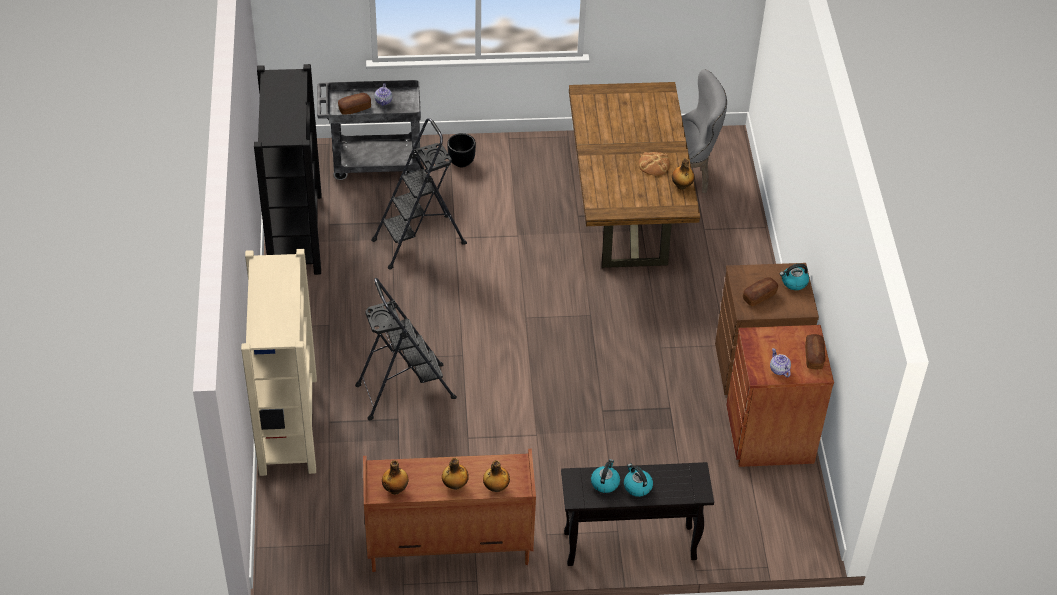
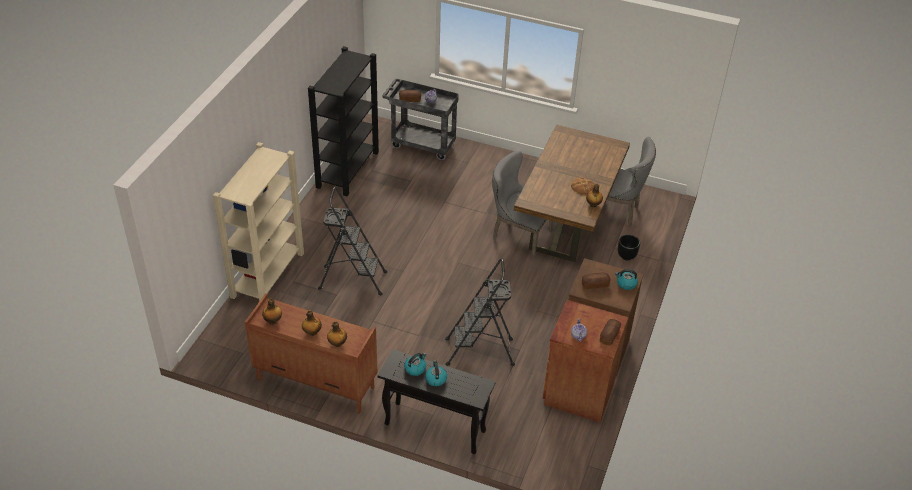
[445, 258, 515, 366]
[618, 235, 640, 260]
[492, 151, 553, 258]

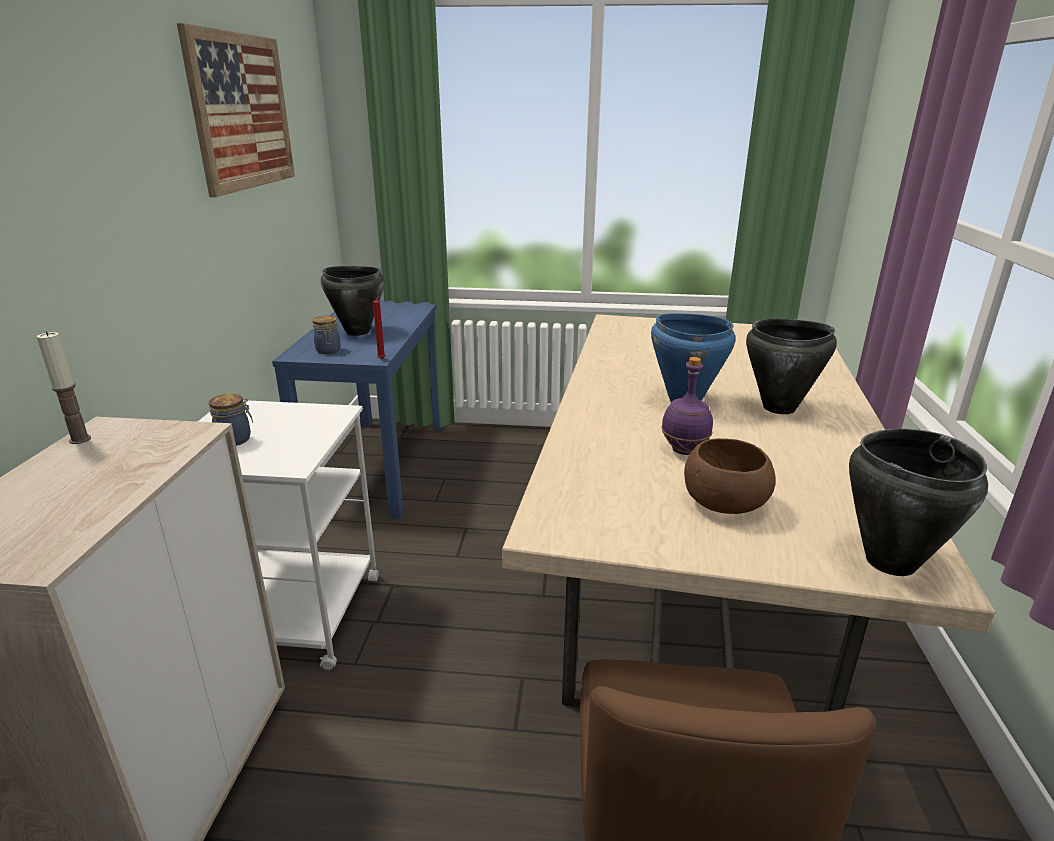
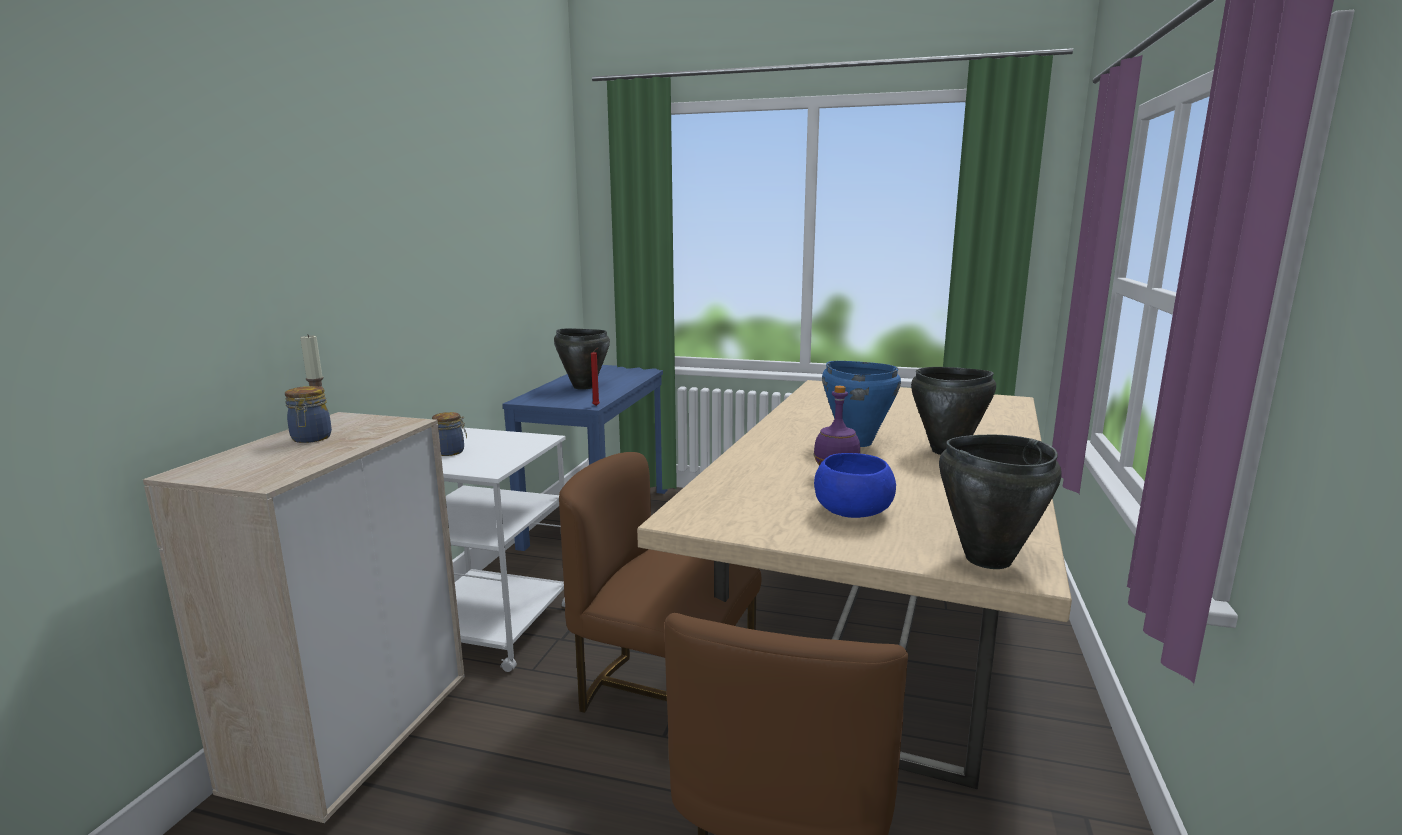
[177, 23, 295, 197] (first image)
[285, 386, 332, 443]
[814, 453, 896, 518]
[559, 452, 761, 713]

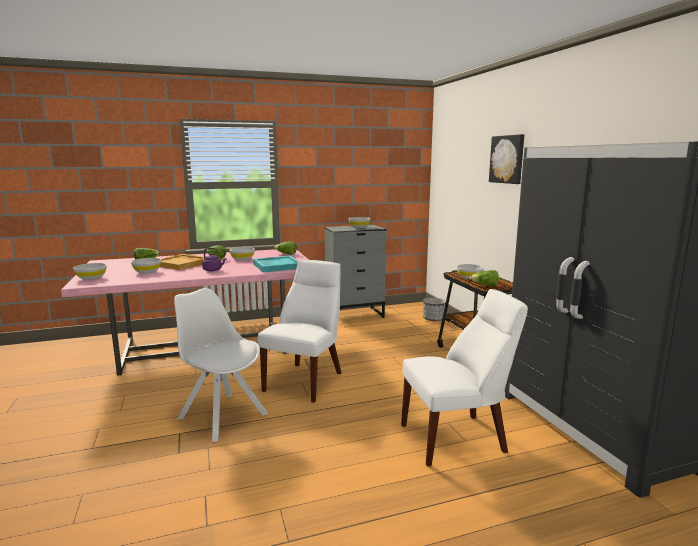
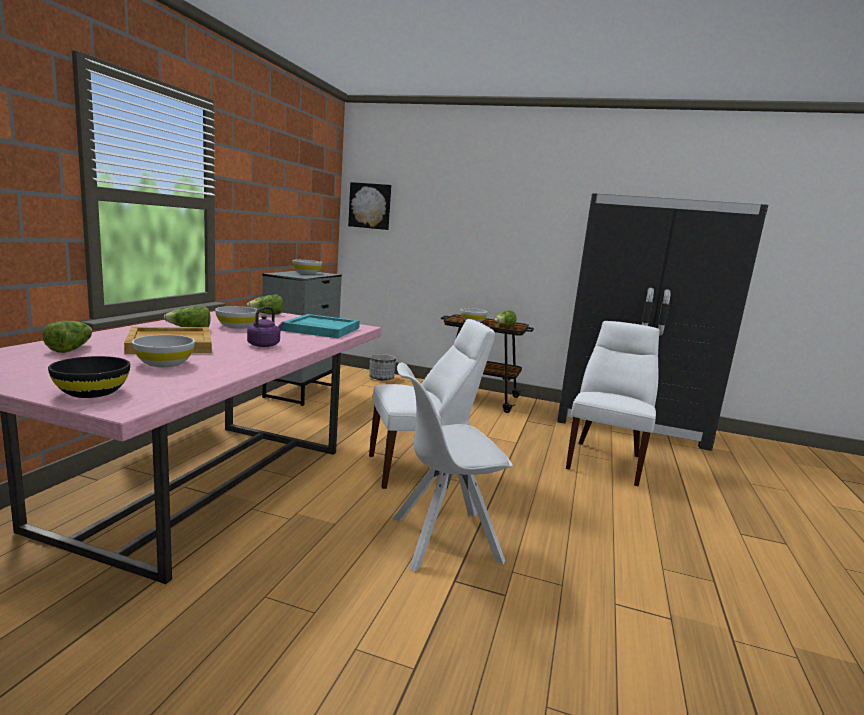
[48, 356, 130, 398]
[369, 319, 495, 489]
[348, 182, 391, 230]

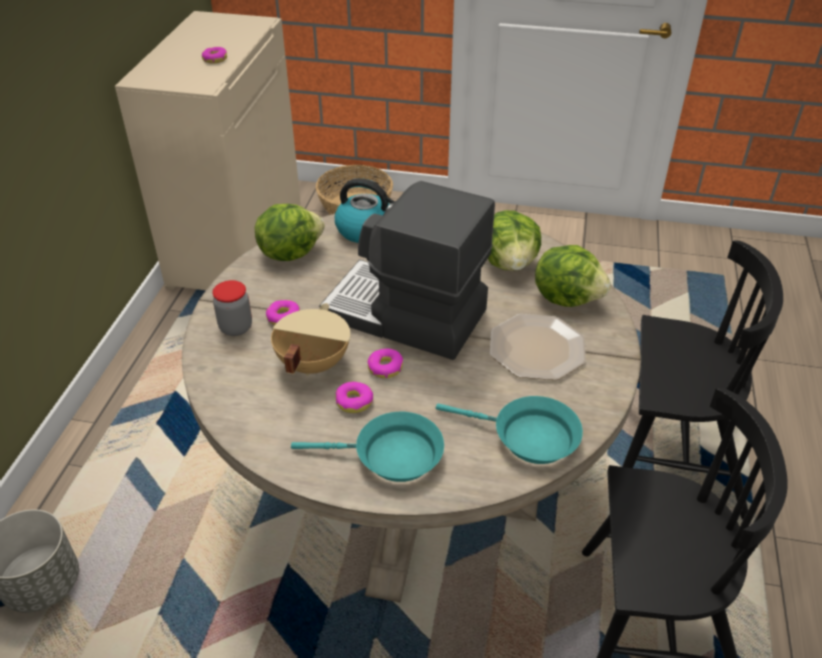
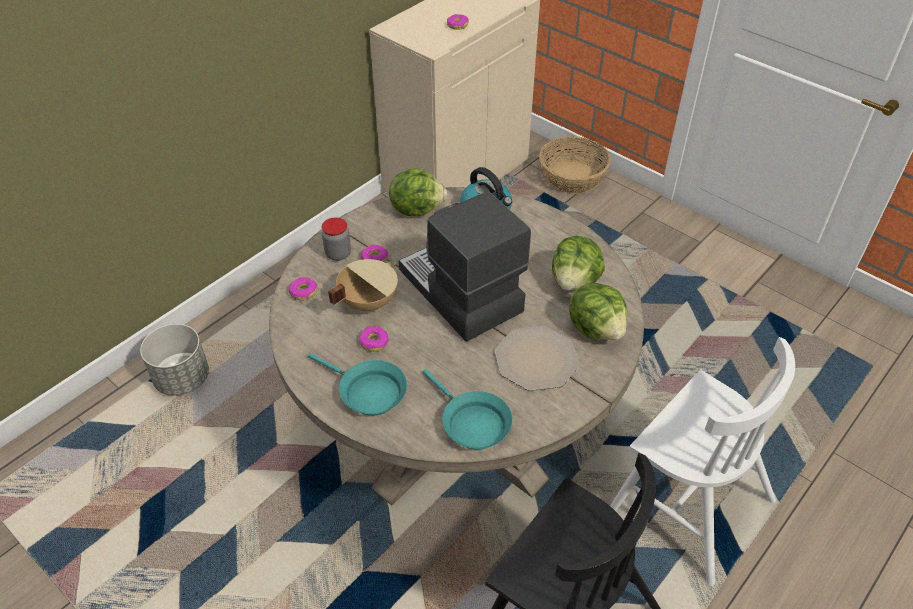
[289, 277, 317, 300]
[610, 337, 795, 586]

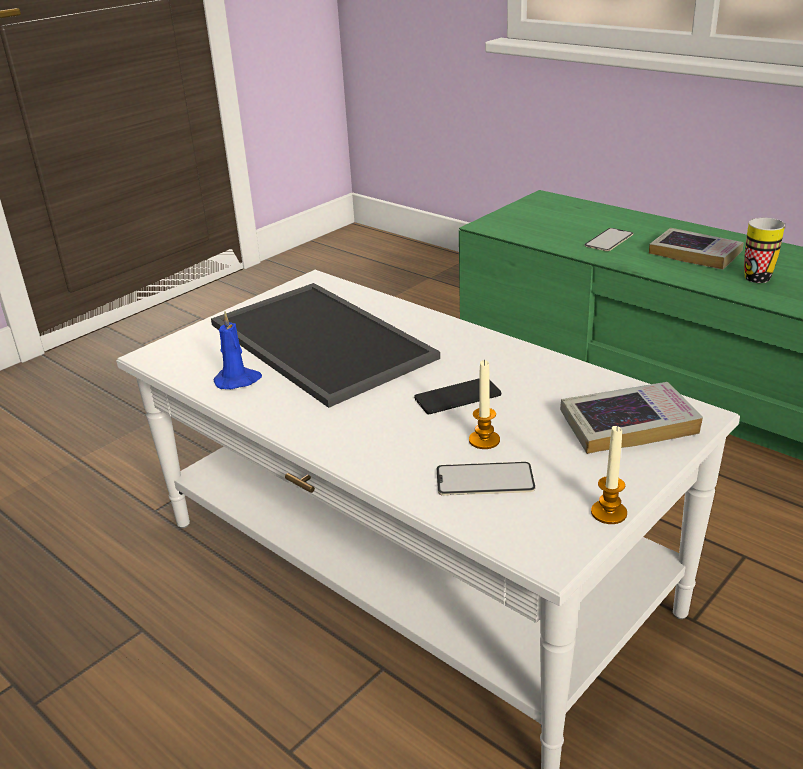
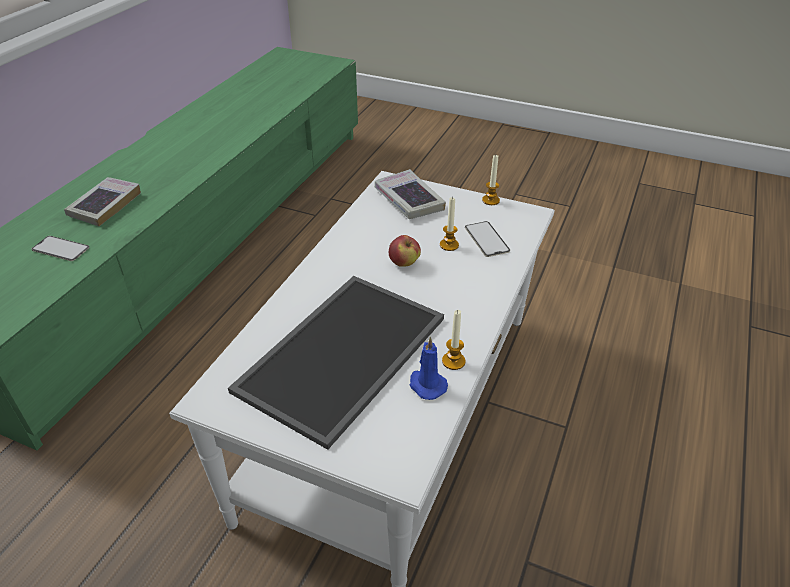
[389, 235, 421, 266]
[744, 218, 785, 283] (first image)
[442, 310, 465, 370]

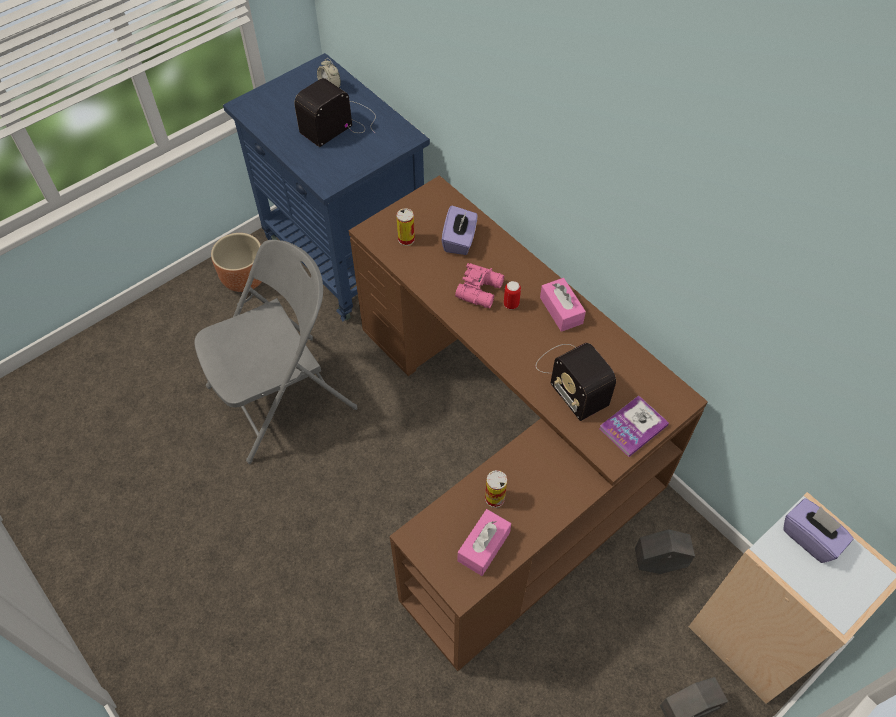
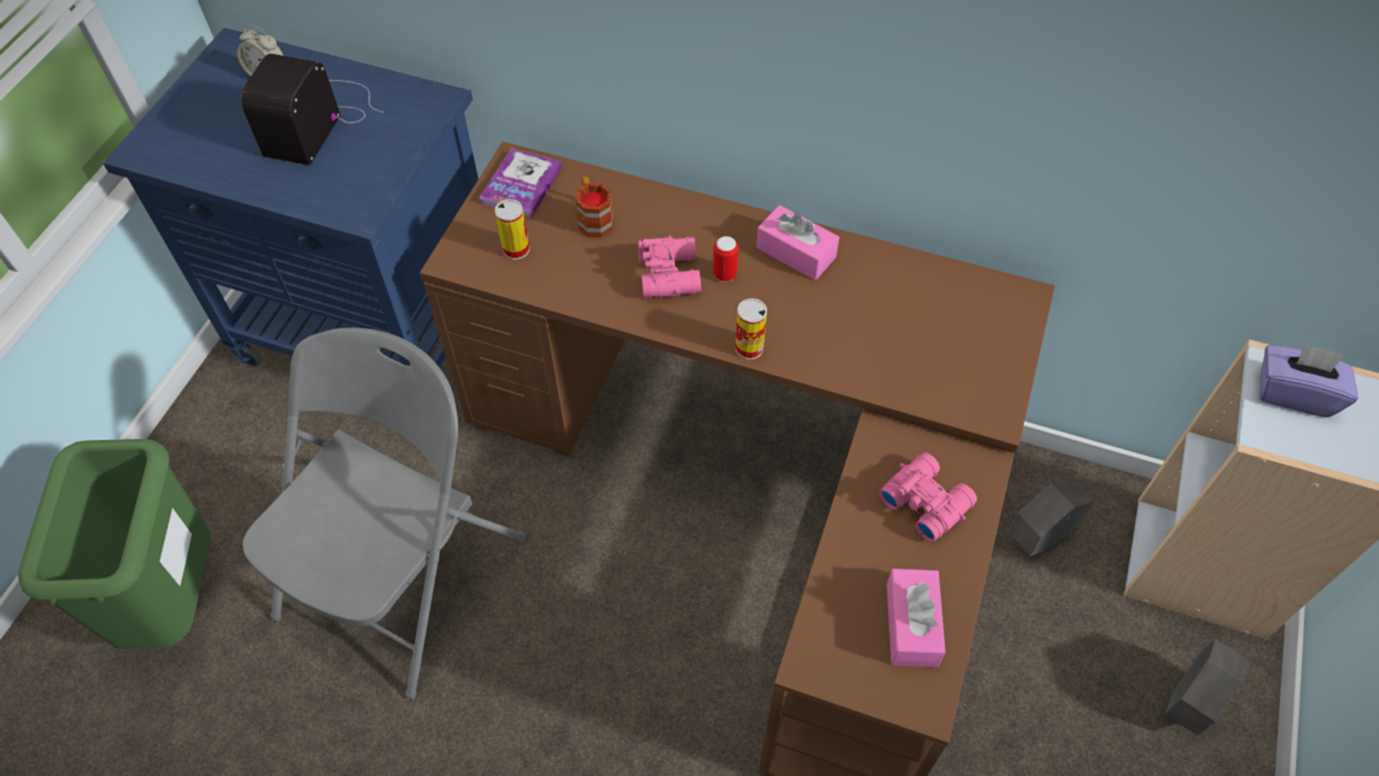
[211, 233, 262, 292] (first image)
[575, 176, 614, 238]
[735, 298, 767, 360]
[536, 343, 616, 421] (first image)
[479, 148, 562, 218]
[18, 439, 210, 649]
[879, 453, 977, 542]

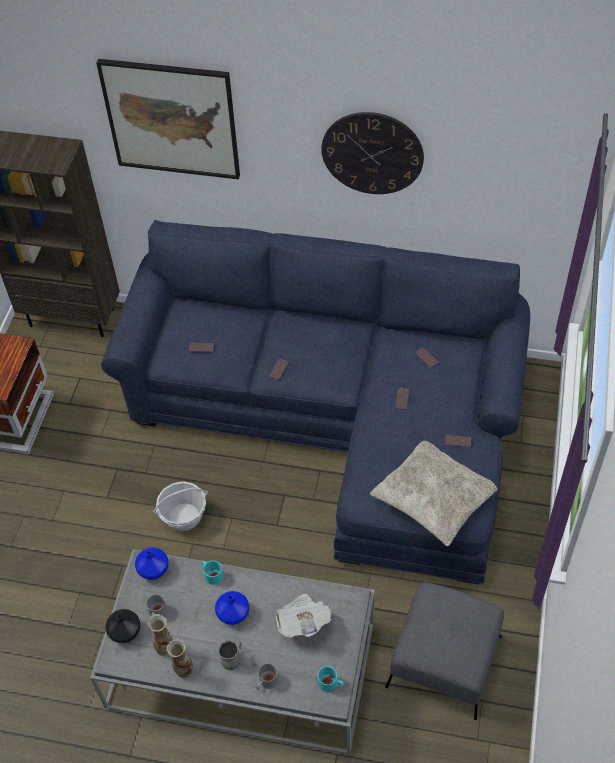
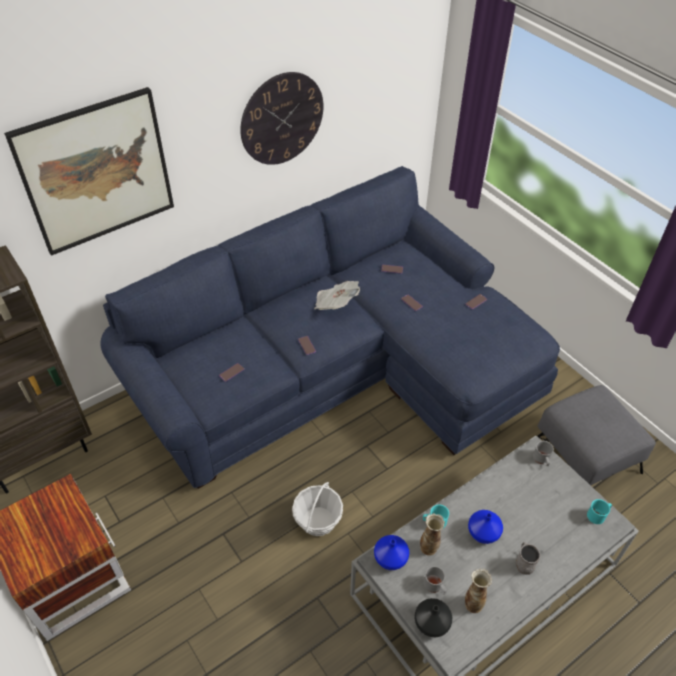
[420, 513, 445, 556]
[533, 441, 554, 466]
[314, 281, 360, 310]
[370, 441, 498, 547] (first image)

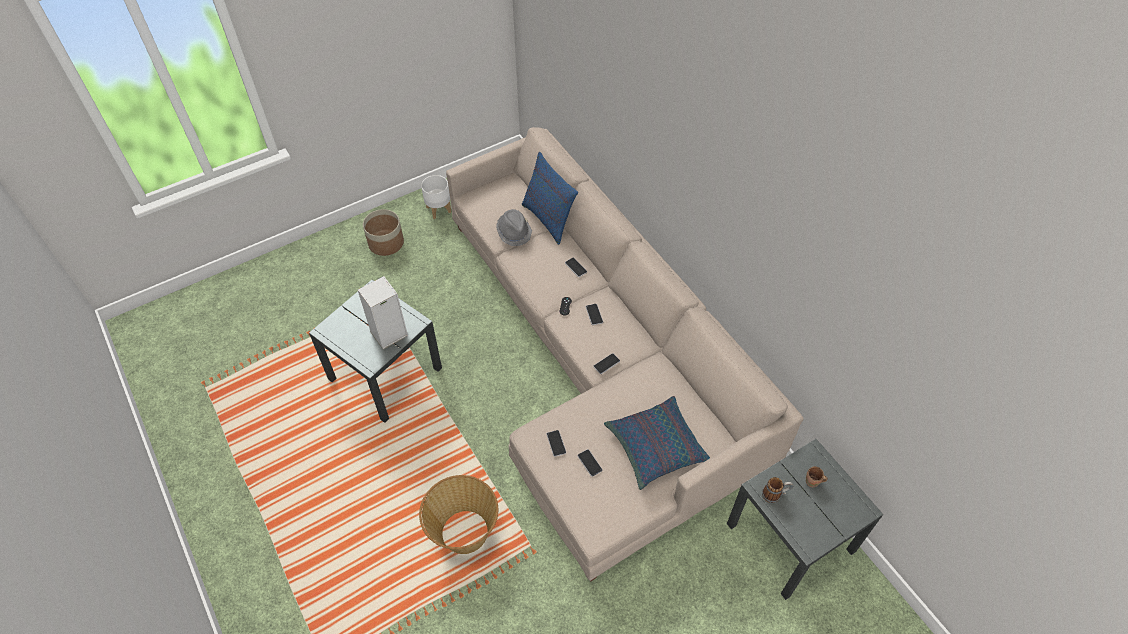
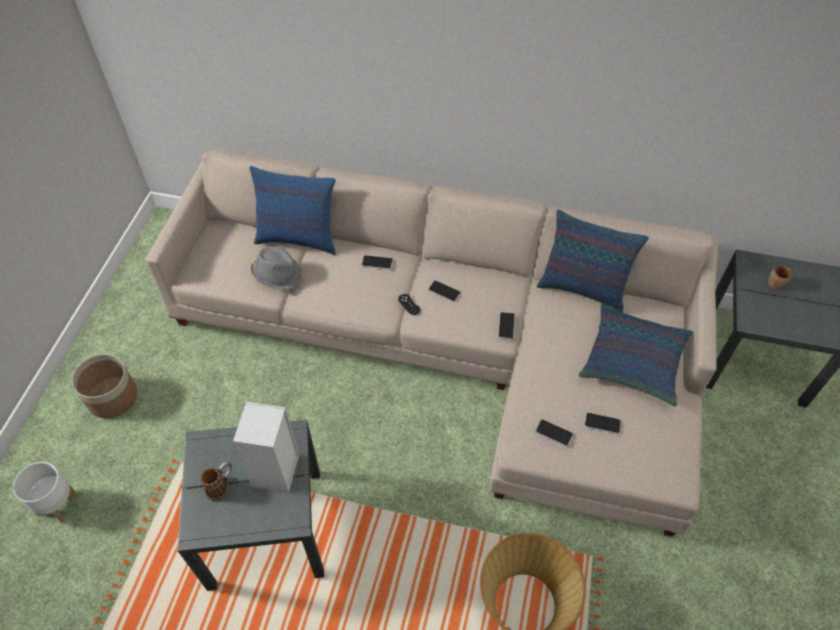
[13, 462, 79, 523]
[200, 461, 232, 501]
[537, 210, 649, 313]

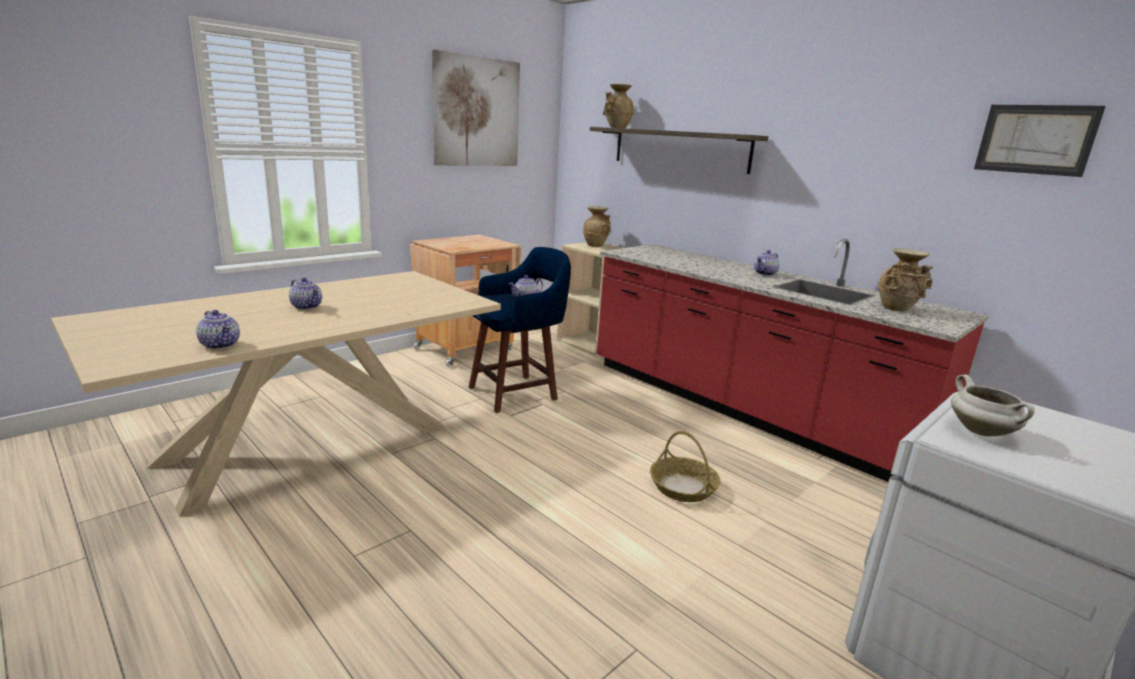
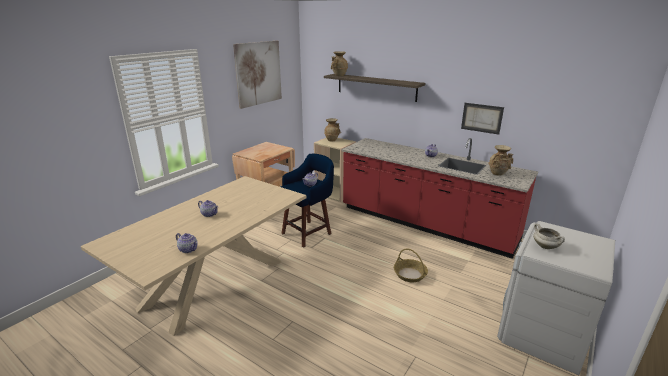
[461, 103, 504, 135]

